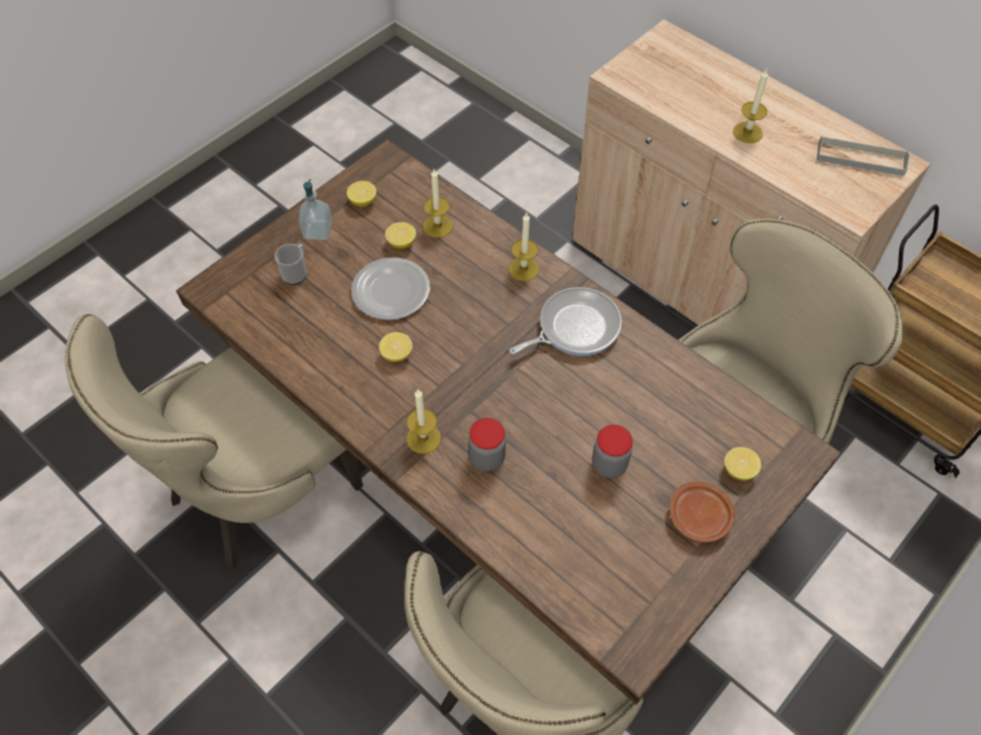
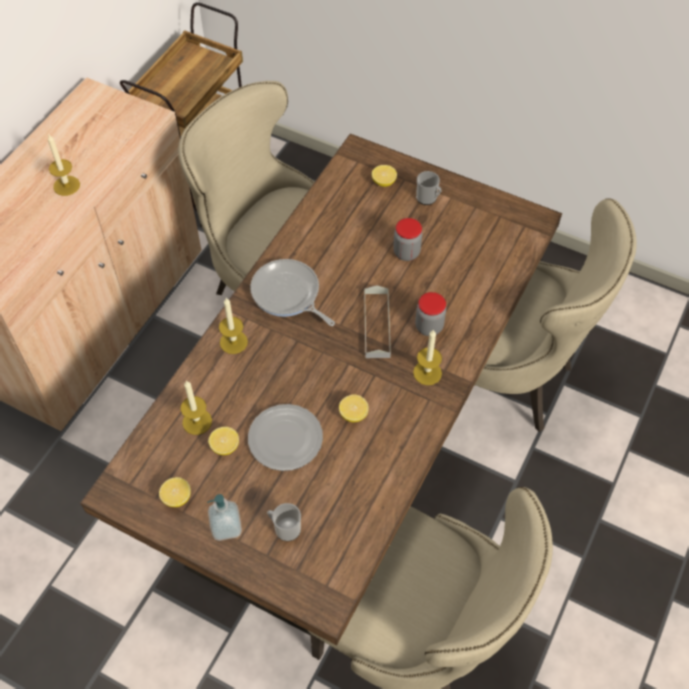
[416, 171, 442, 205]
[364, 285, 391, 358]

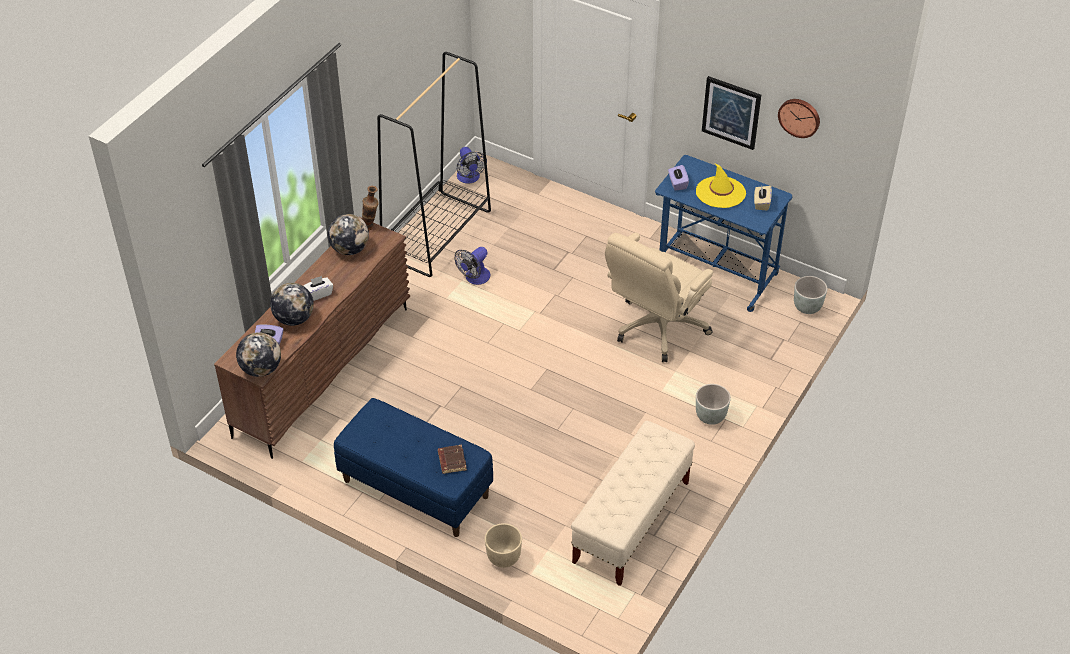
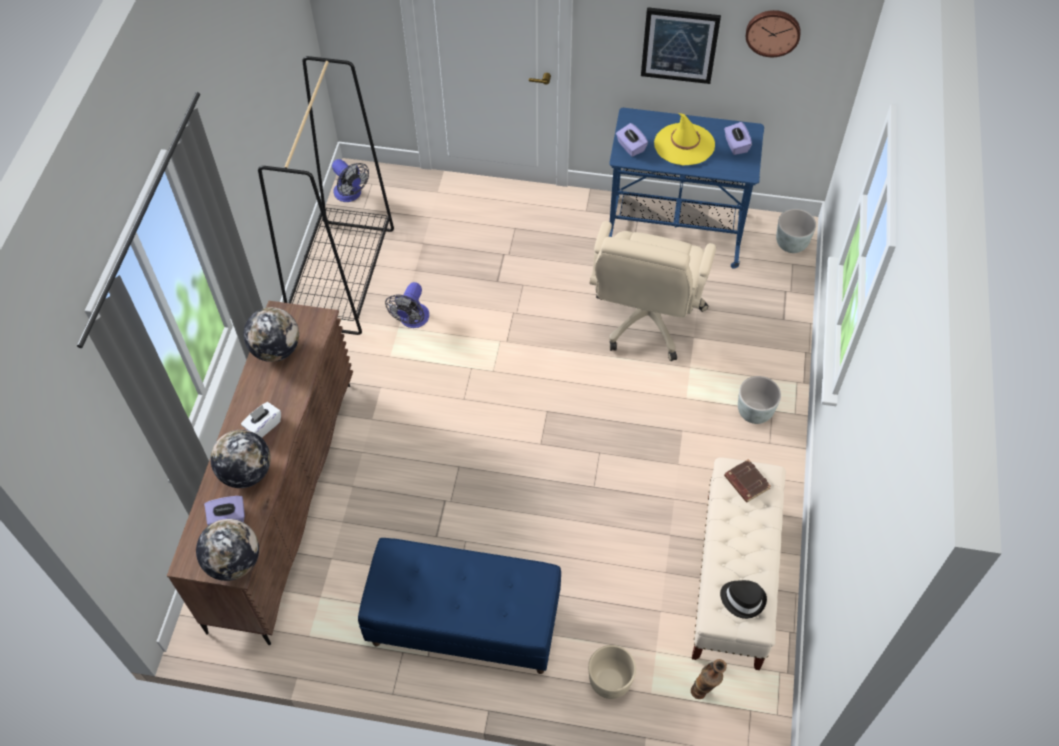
[691, 659, 727, 699]
[724, 459, 771, 503]
[724, 122, 752, 155]
[720, 580, 767, 619]

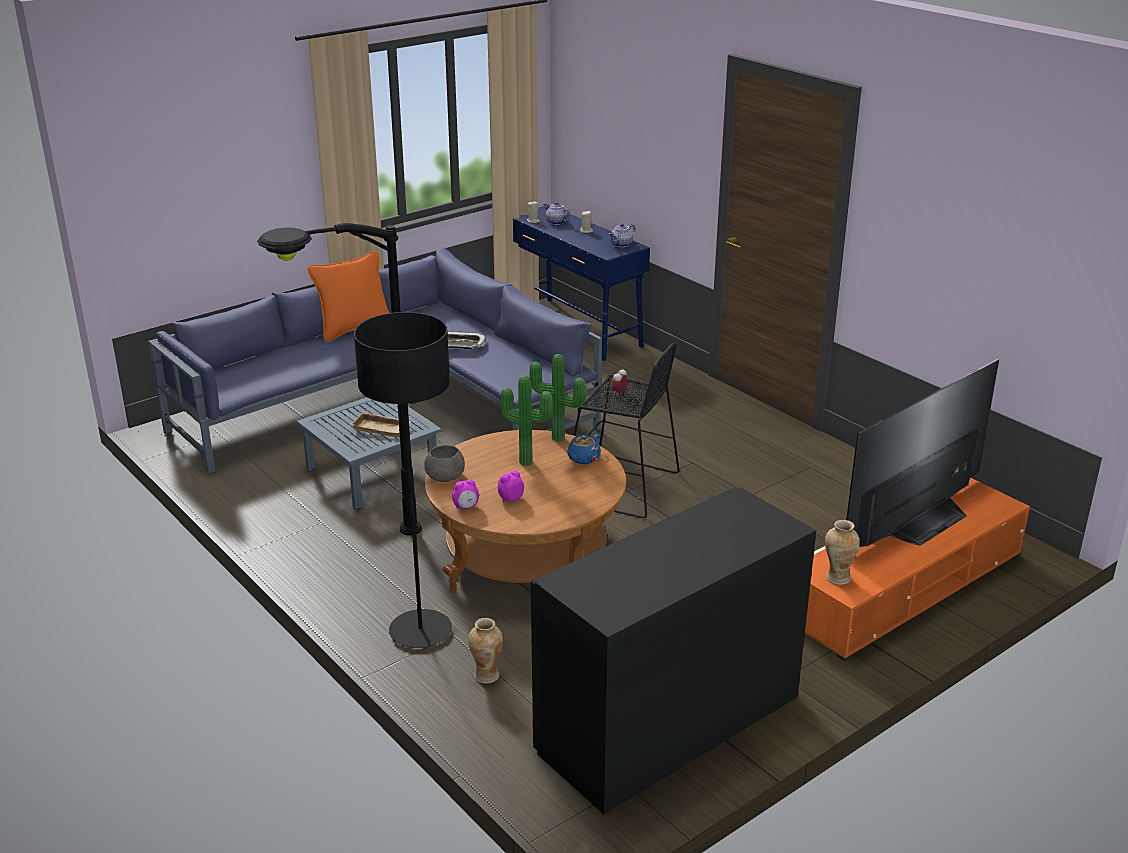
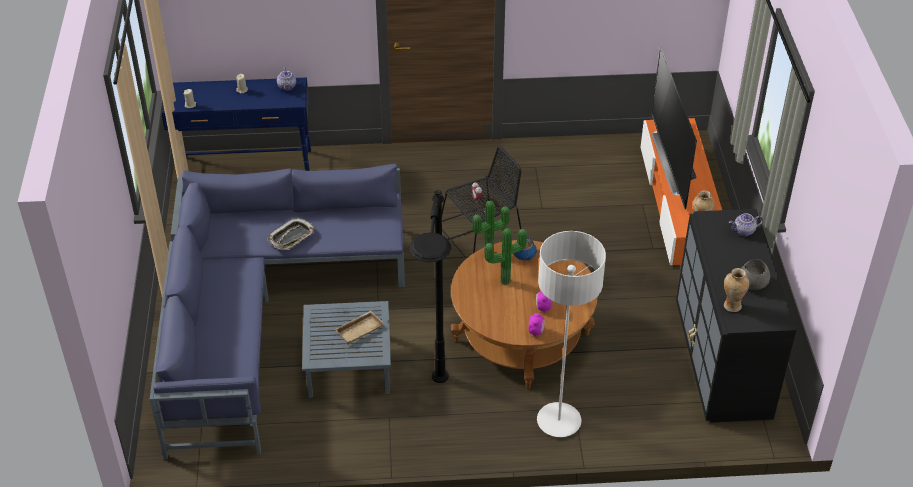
[308, 252, 389, 342] (first image)
[537, 231, 606, 437]
[741, 259, 770, 290]
[724, 268, 749, 312]
[729, 213, 763, 236]

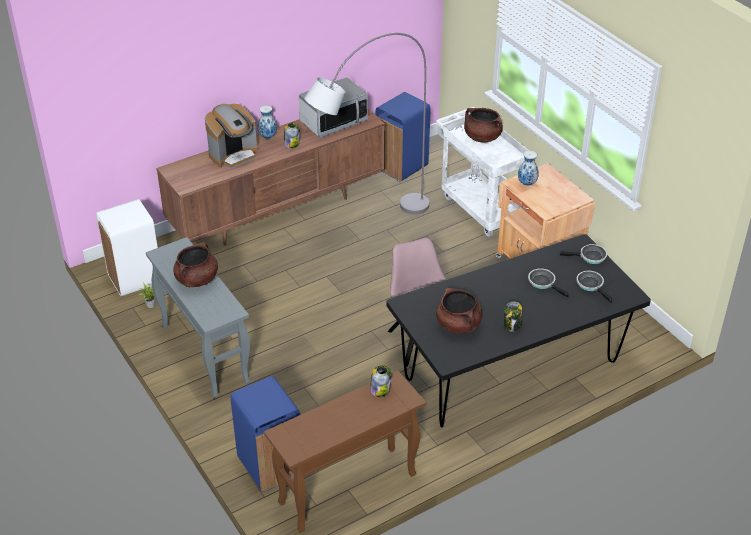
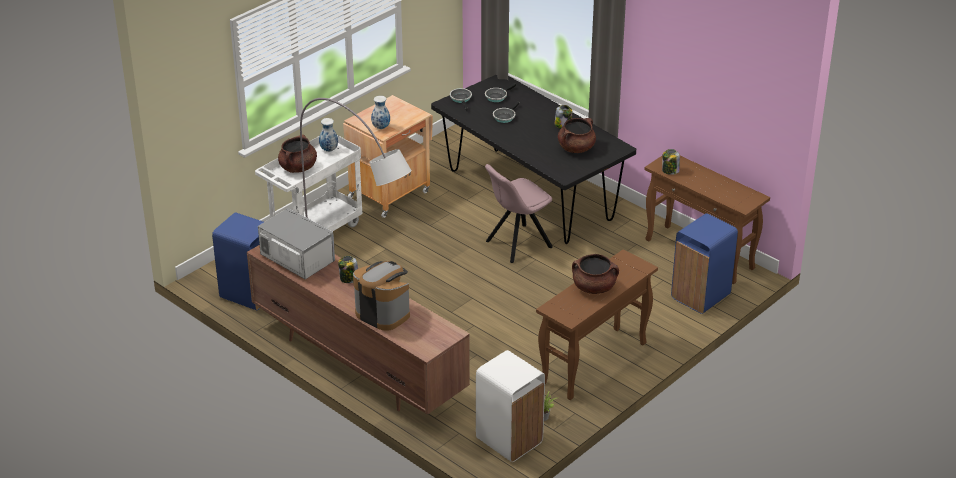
[536, 249, 658, 400]
[319, 118, 338, 152]

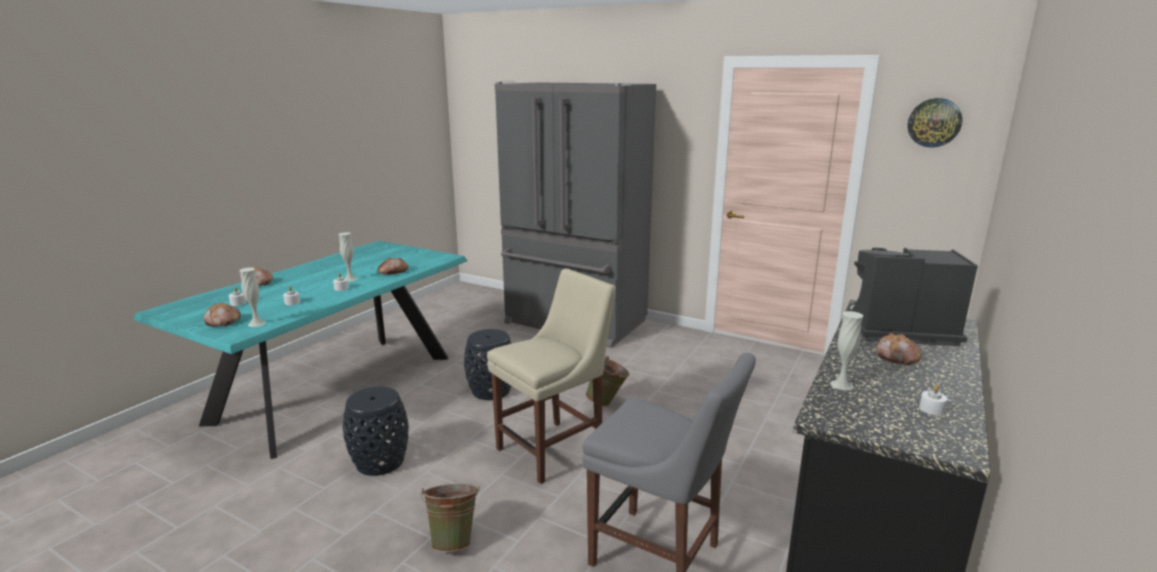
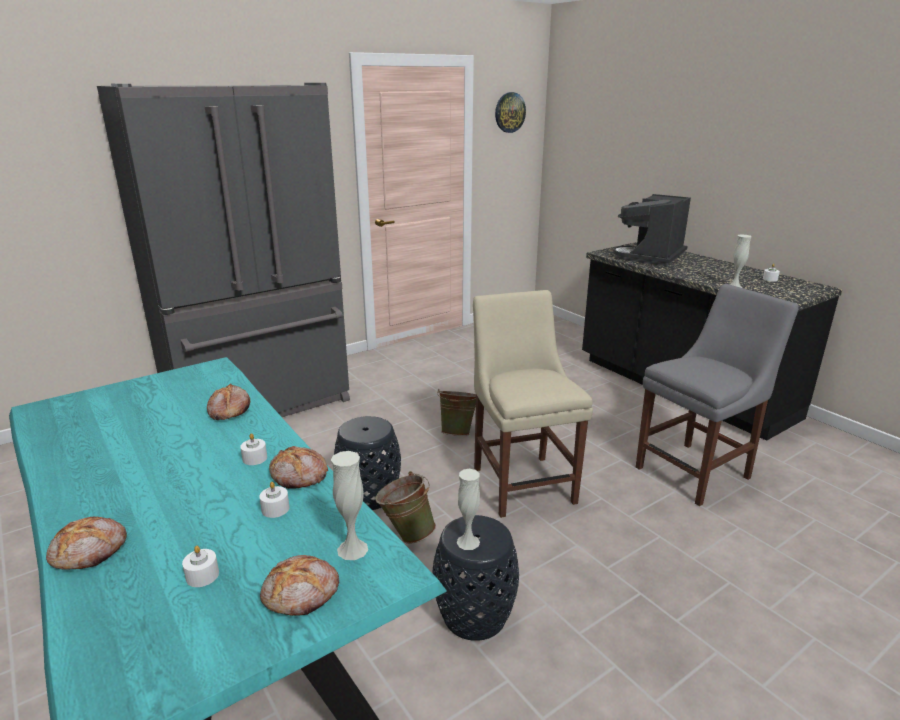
[456, 469, 480, 550]
[375, 471, 436, 544]
[269, 446, 328, 489]

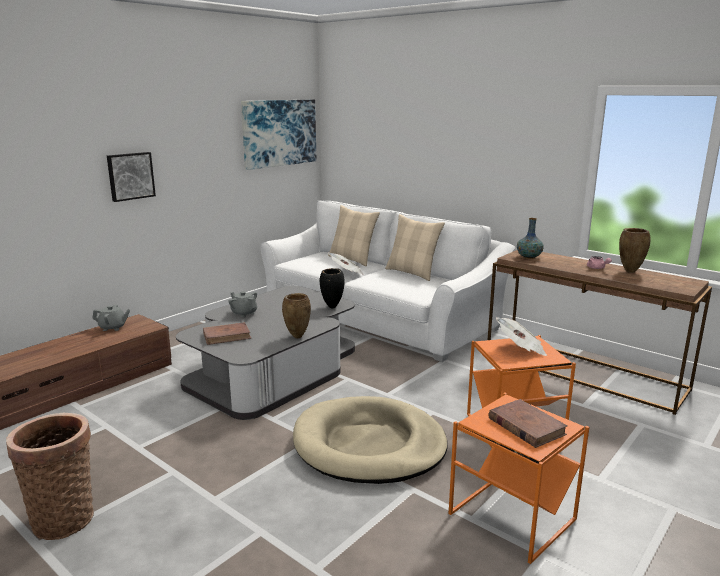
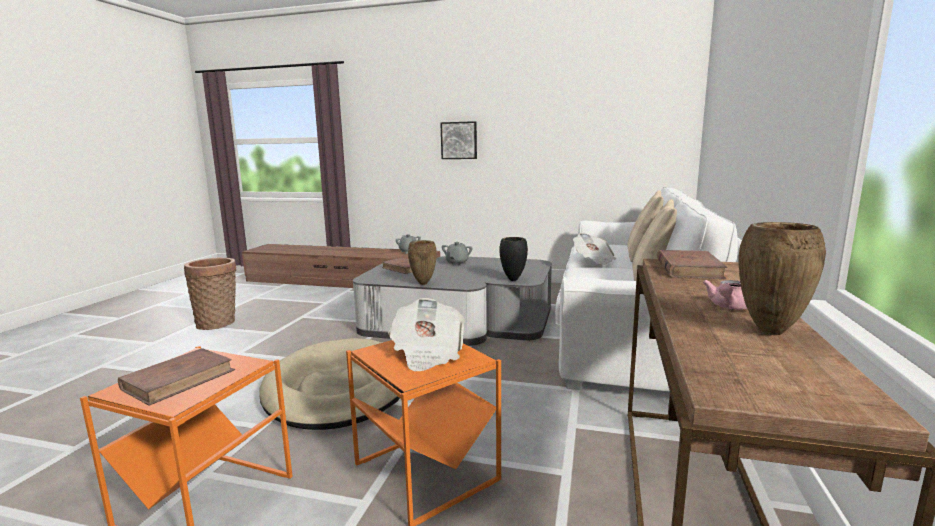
[241, 99, 316, 170] (first image)
[657, 250, 728, 279]

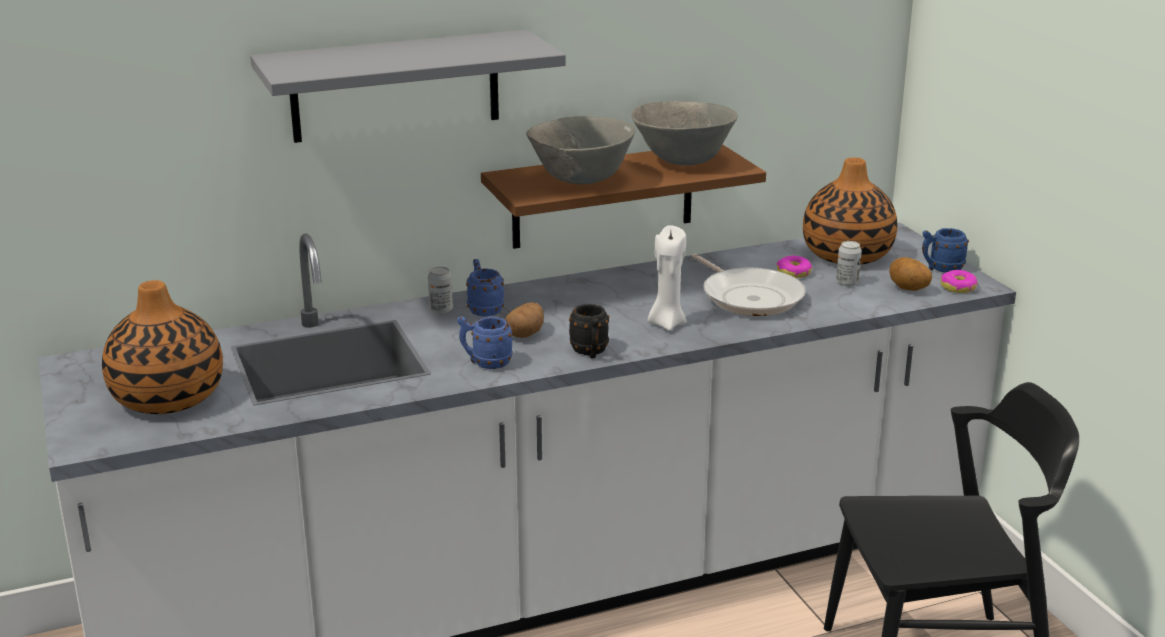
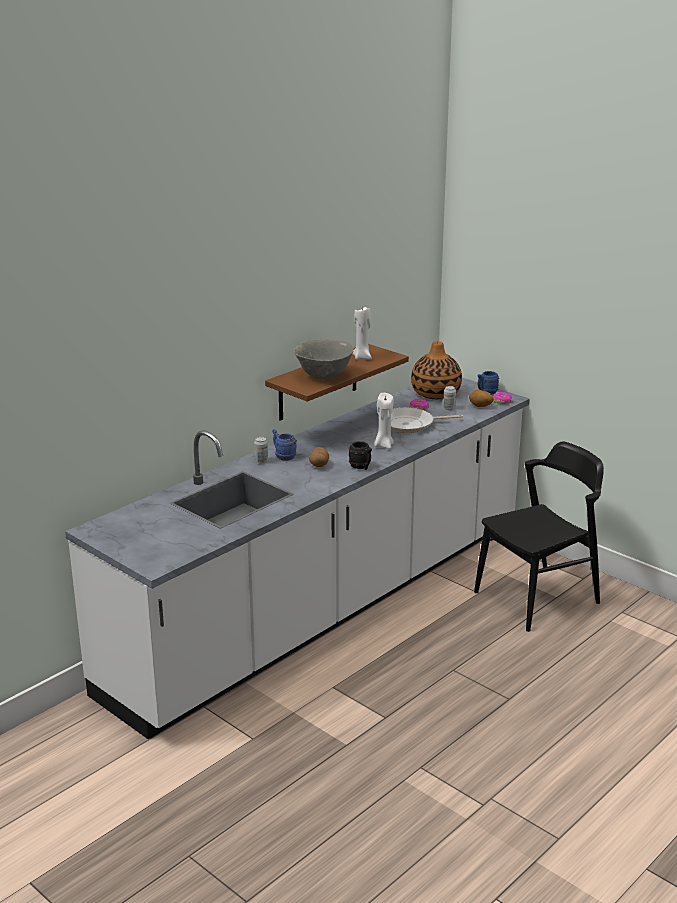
[102, 280, 223, 414] (first image)
[250, 30, 566, 143] (first image)
[457, 316, 513, 369] (first image)
[353, 306, 372, 360]
[391, 407, 463, 433]

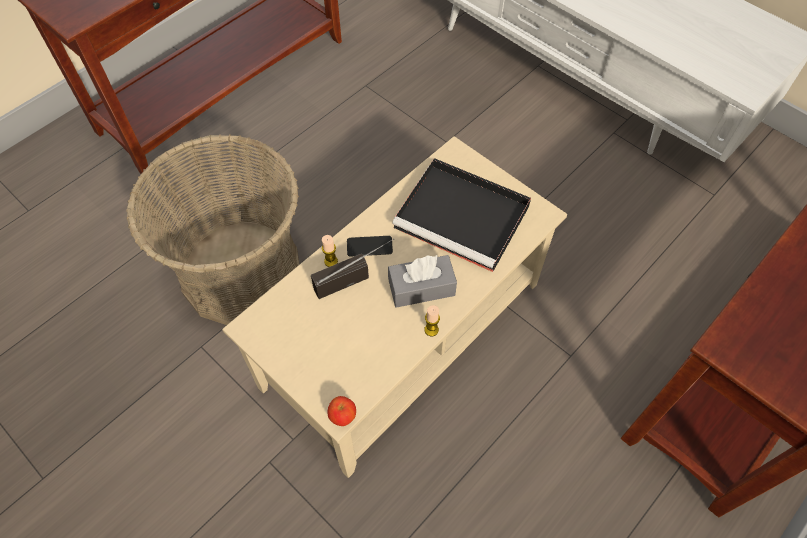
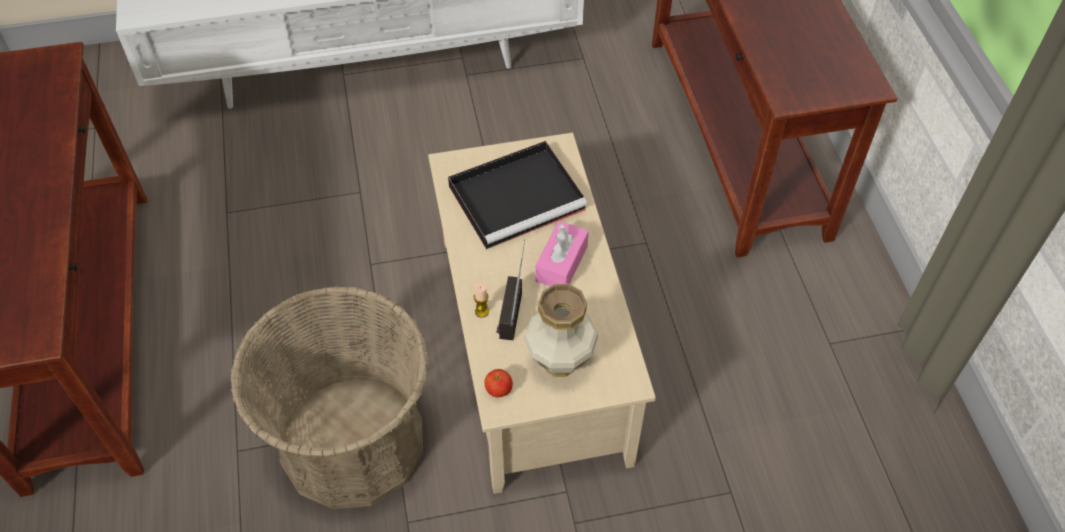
[484, 369, 513, 398]
[347, 236, 393, 256] (first image)
[535, 221, 589, 286]
[424, 305, 440, 336] (first image)
[524, 284, 598, 377]

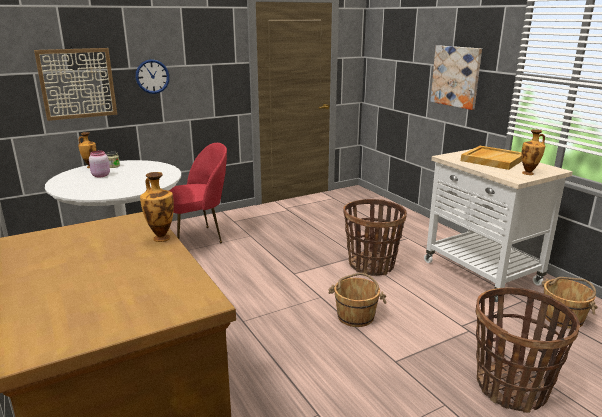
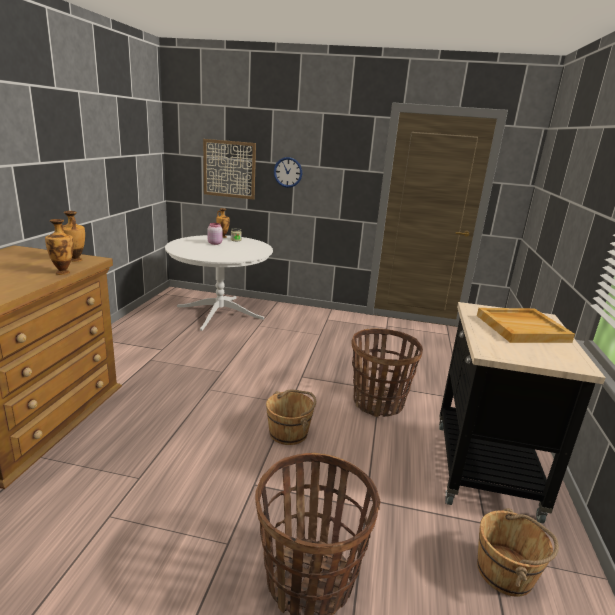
[169, 143, 227, 243] (first image)
[439, 302, 606, 524]
[430, 45, 482, 110] (first image)
[63, 211, 85, 262]

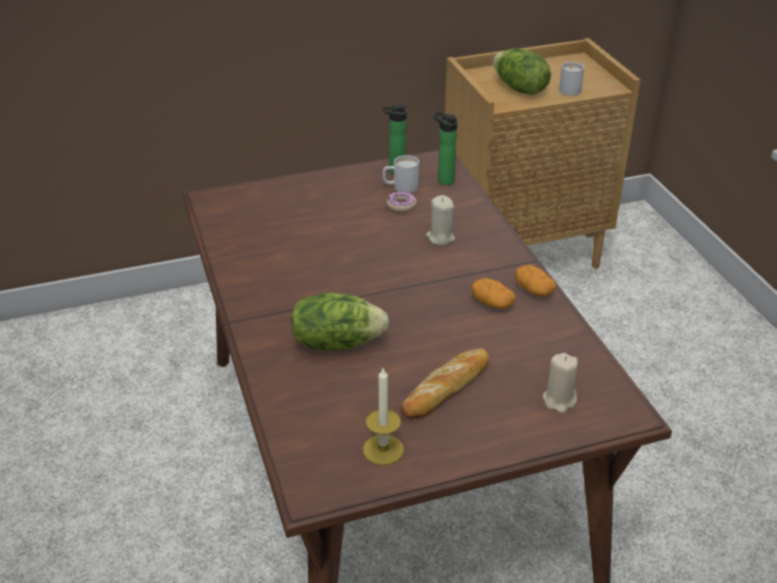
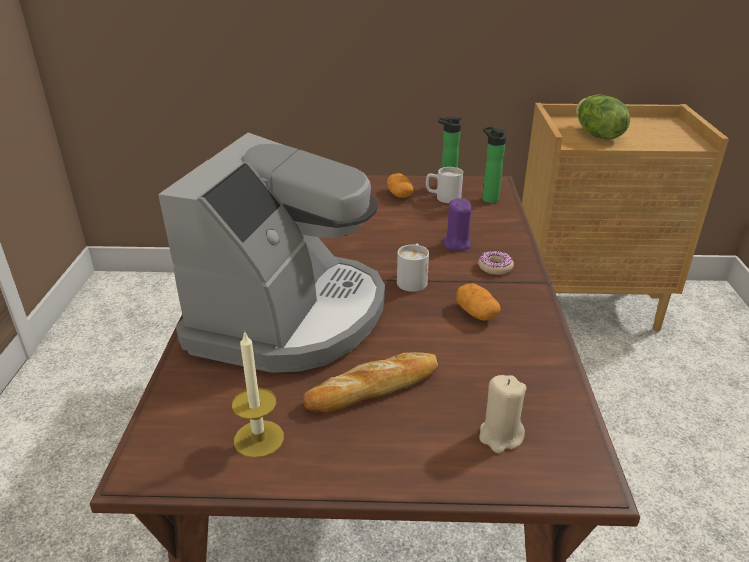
[158, 133, 385, 373]
[478, 251, 514, 275]
[443, 198, 472, 251]
[387, 173, 413, 198]
[397, 243, 429, 292]

